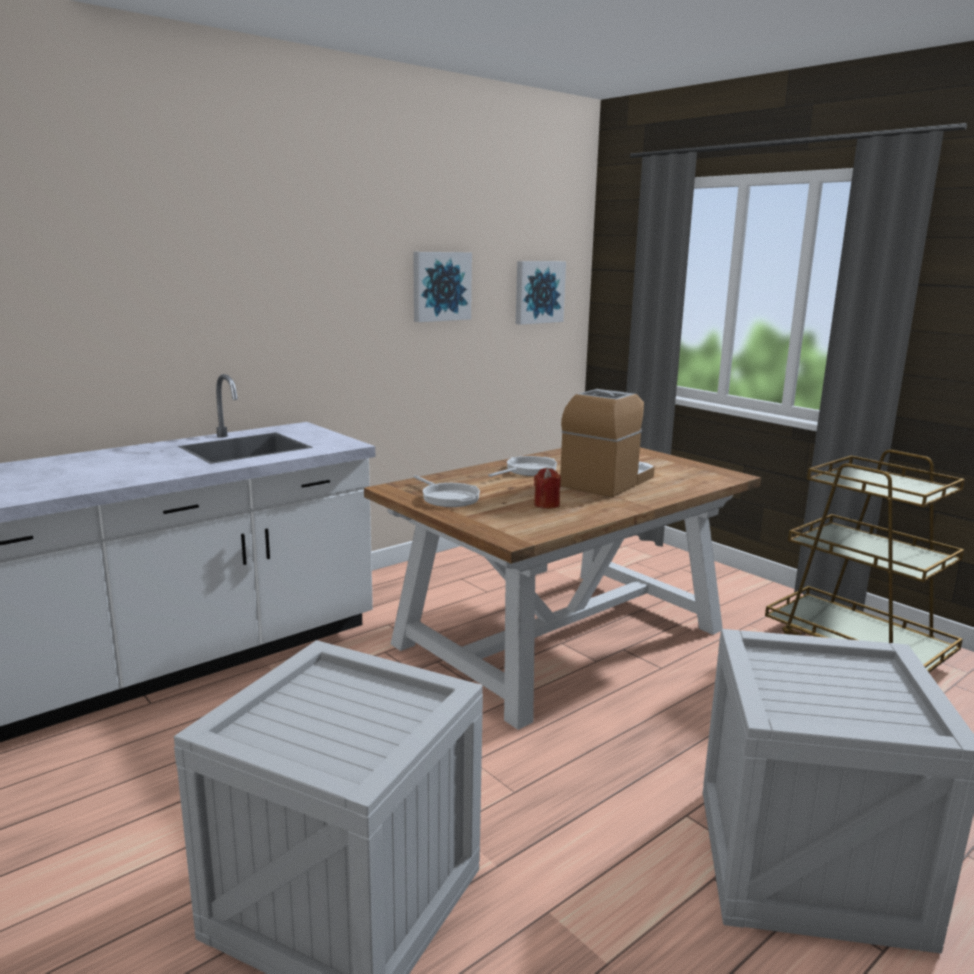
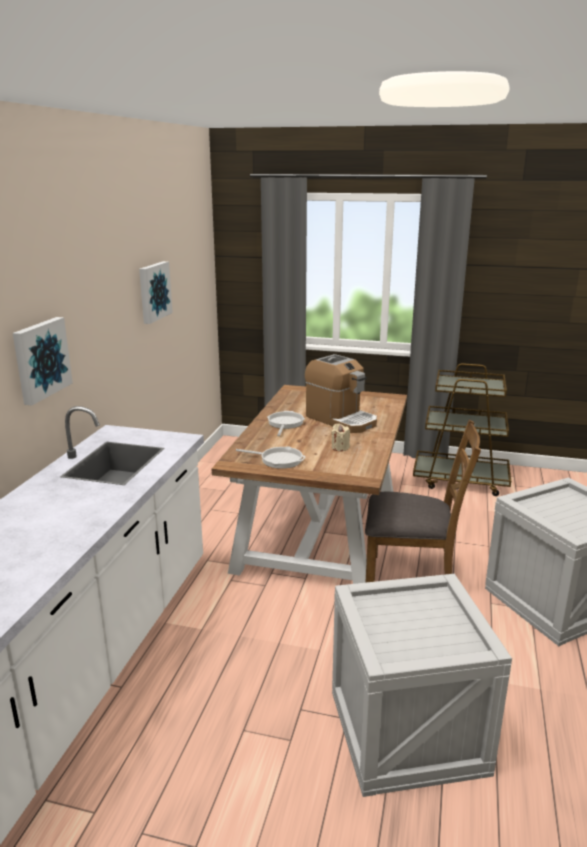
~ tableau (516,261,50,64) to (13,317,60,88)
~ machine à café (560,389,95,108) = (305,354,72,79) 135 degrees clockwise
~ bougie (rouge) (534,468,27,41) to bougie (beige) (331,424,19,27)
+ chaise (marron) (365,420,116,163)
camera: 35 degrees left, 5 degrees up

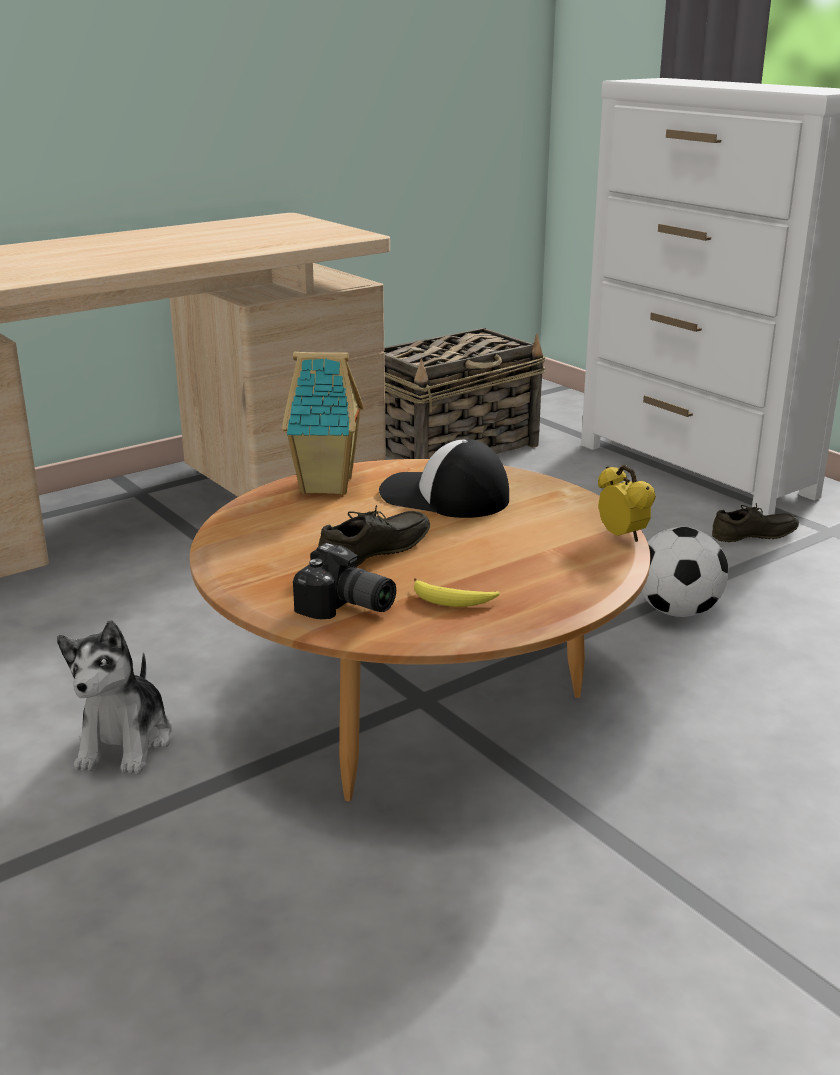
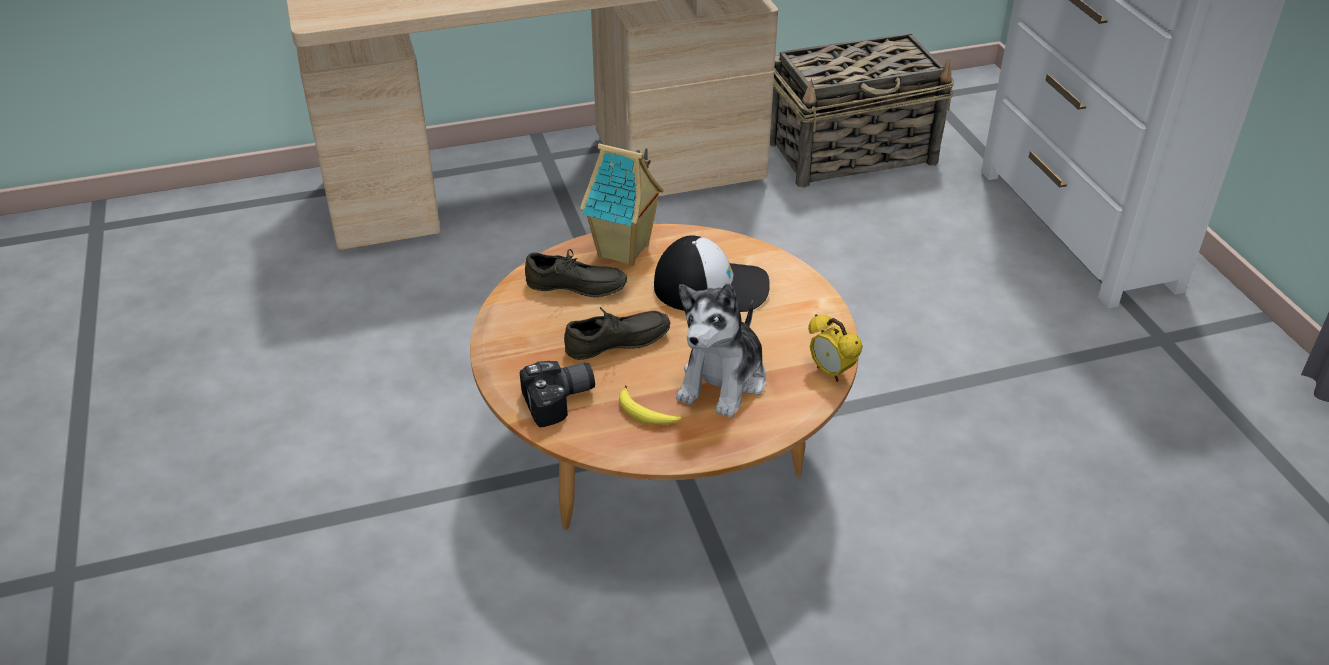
~ appareil photo (293,543,103,76) = (520,361,75,66) 75 degrees counterclockwise
~ chaussure (gris) (712,503,87,39) to (525,249,102,48)
~ casquette (379,439,130,79) = (654,235,116,77) 135 degrees clockwise
~ peluche (57,620,115,154) to (676,283,90,135)
~ réveil (598,465,58,77) = (808,314,55,68) 150 degrees clockwise
- ballon de foot (641,527,87,90)
camera: 20 degrees right, 15 degrees up

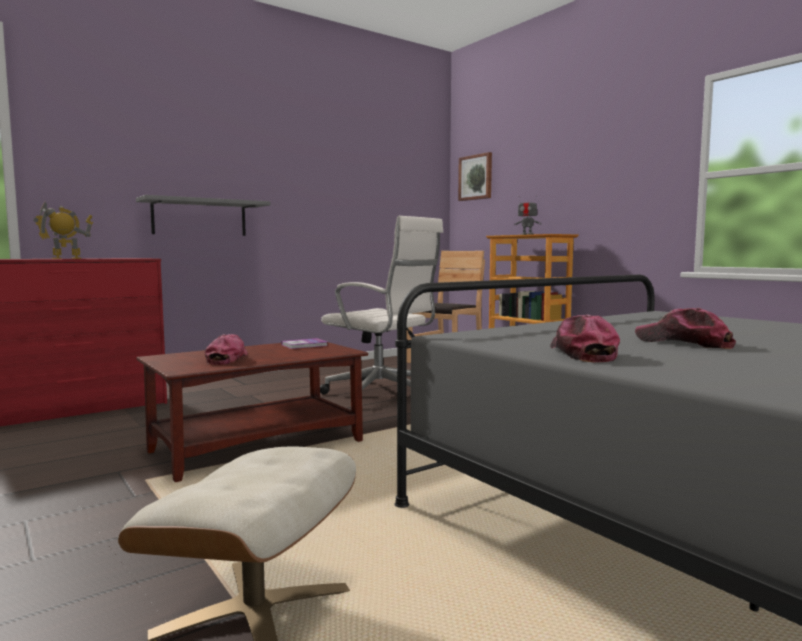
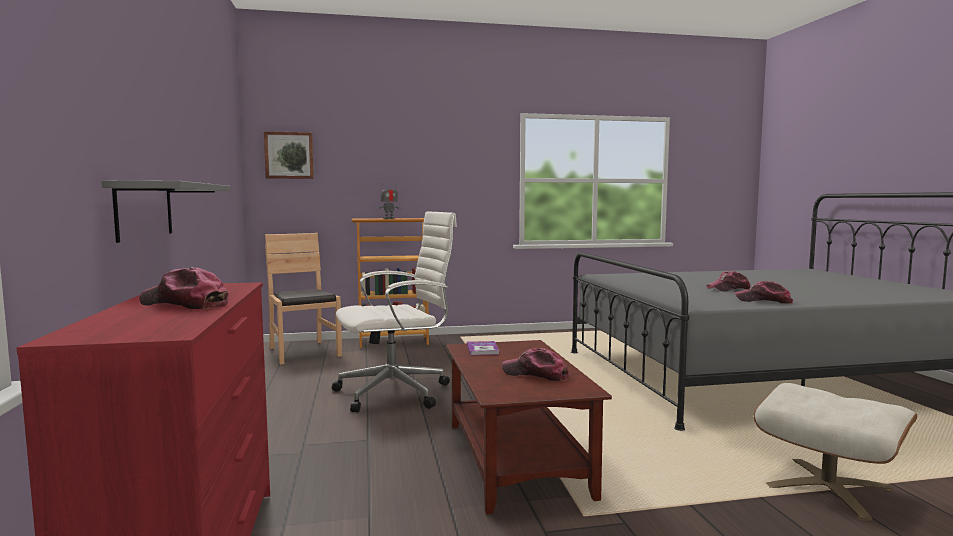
~ robot jouet (34,202,60,57) to casquette (139,267,89,42)
camera: 65 degrees left, 0 degrees up

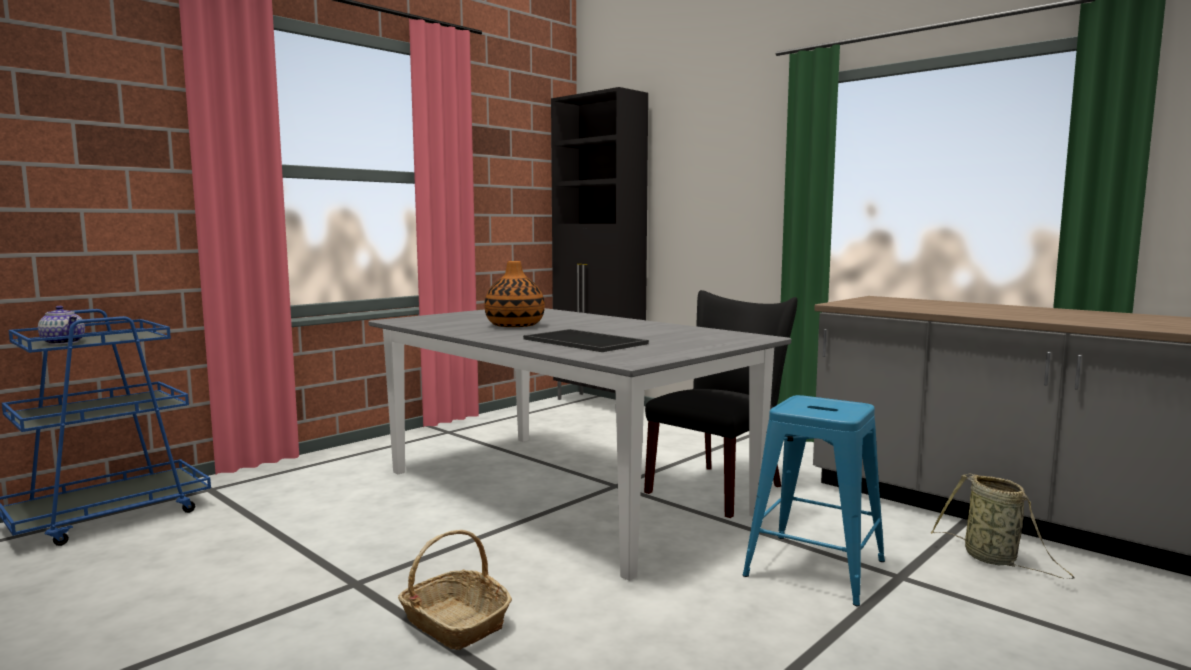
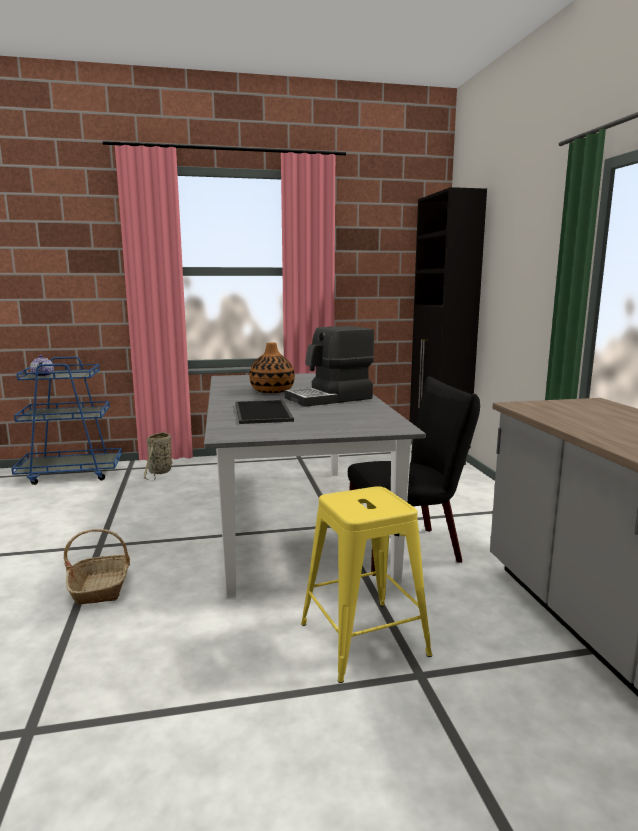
~ panier (931,473,143,106) to (144,431,29,50)
+ machine à café (284,326,90,81)
~ tabouret (bleu) (742,395,143,211) to tabouret (jaune) (301,486,131,197)
camera: 35 degrees right, 5 degrees up

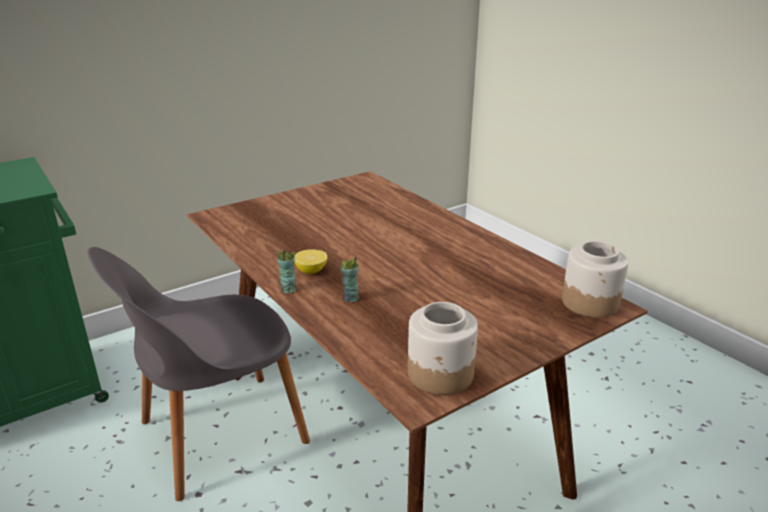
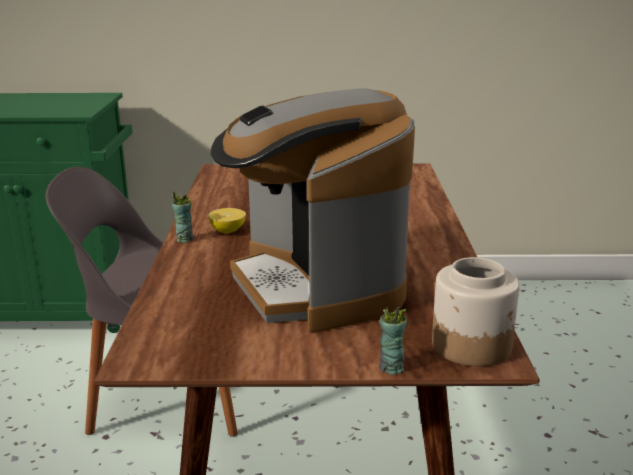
+ machine à café (211,88,204,244)
~ tasse (340,257,19,45) to (379,306,28,69)
- bocal (408,302,70,93)
camera: 35 degrees right, 5 degrees down

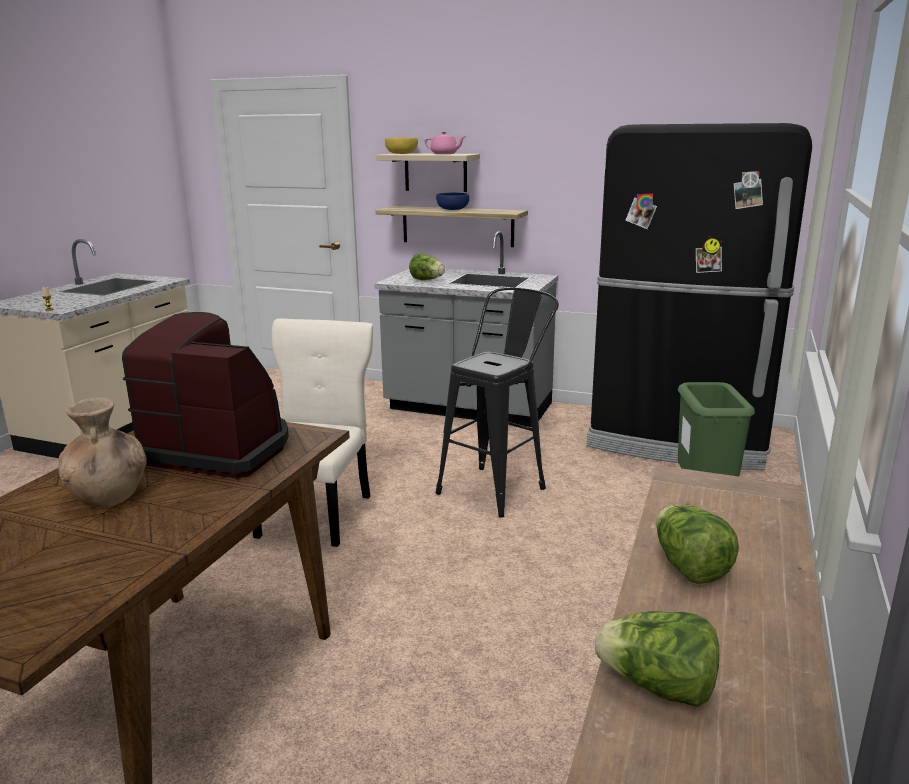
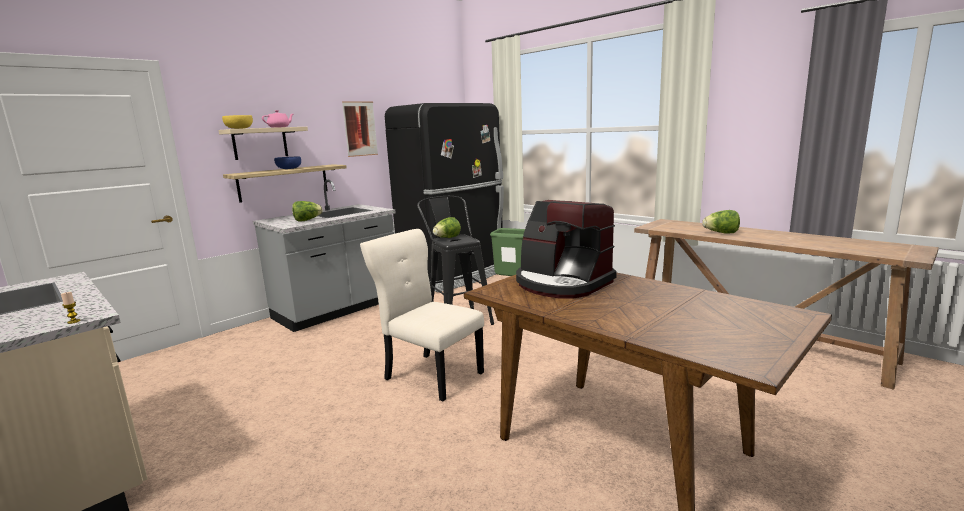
+ tableau (342,101,36,56)
~ laitue (595,611,124,96) to (433,217,28,21)
~ machine à café (122,312,167,167) = (516,200,101,99) 90 degrees counterclockwise
- vase (marron) (58,397,89,111)
camera: 65 degrees left, 5 degrees down

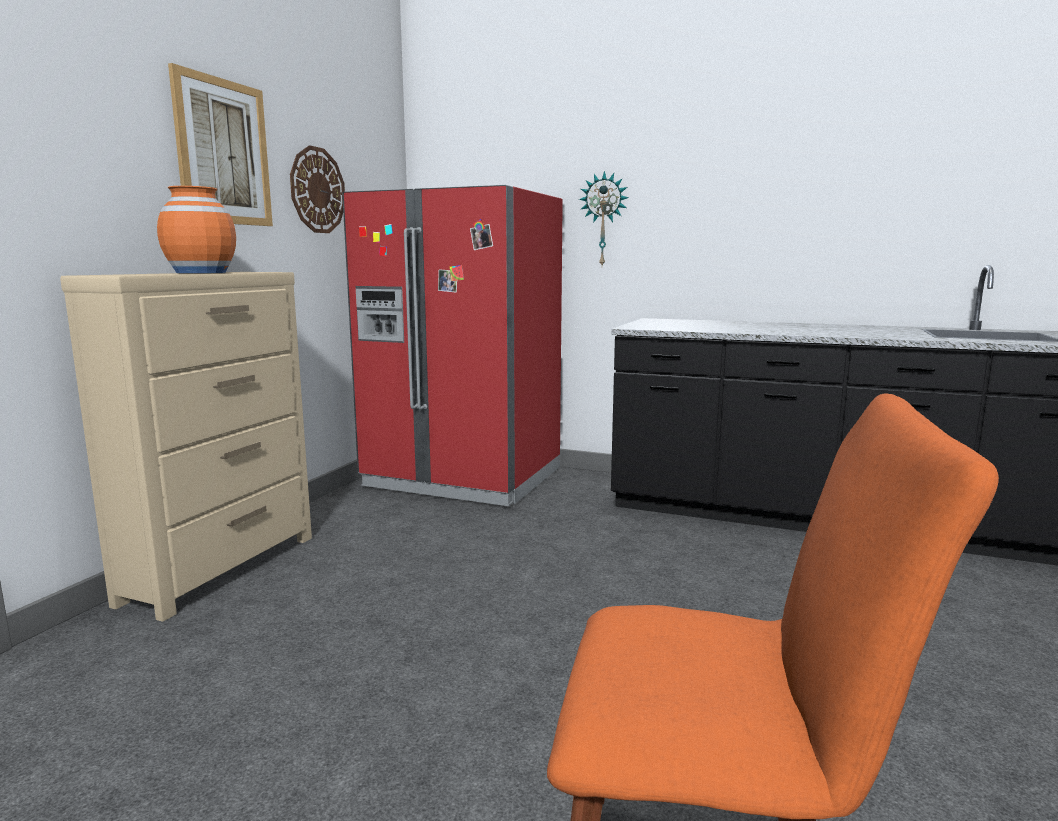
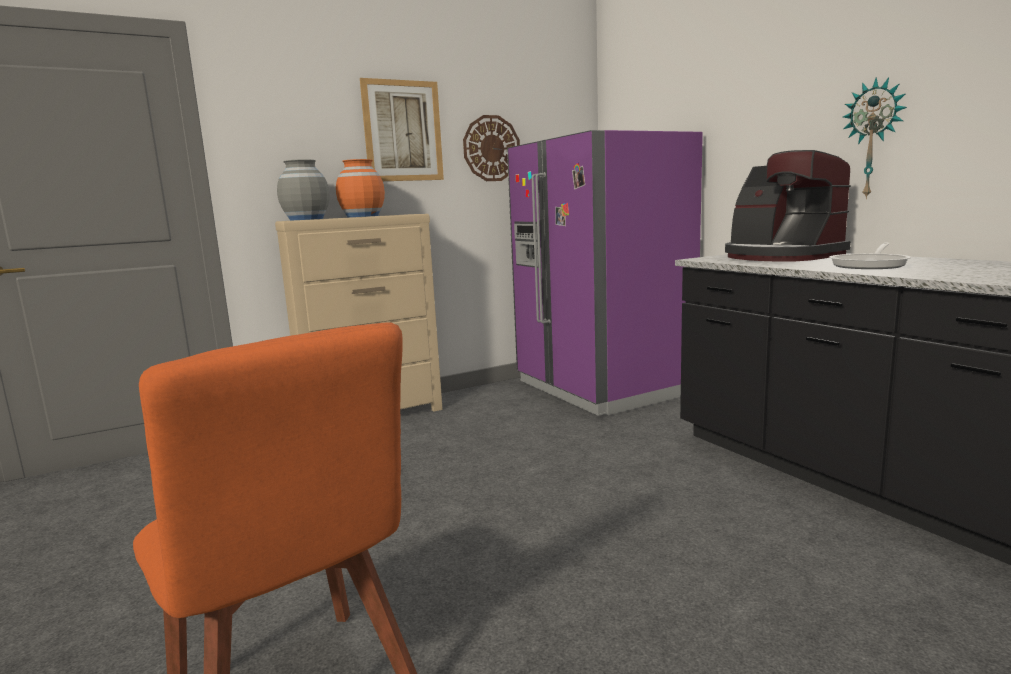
+ vase (gris) (277,159,53,61)
~ réfrigérateur (rouge) (342,185,221,321) to réfrigérateur (violet) (507,130,196,286)
+ machine à café (725,150,126,112)
+ poêle (829,242,82,27)
~ horloge murale (579,171,50,94) to (843,77,64,122)
camera: 40 degrees right, 0 degrees up

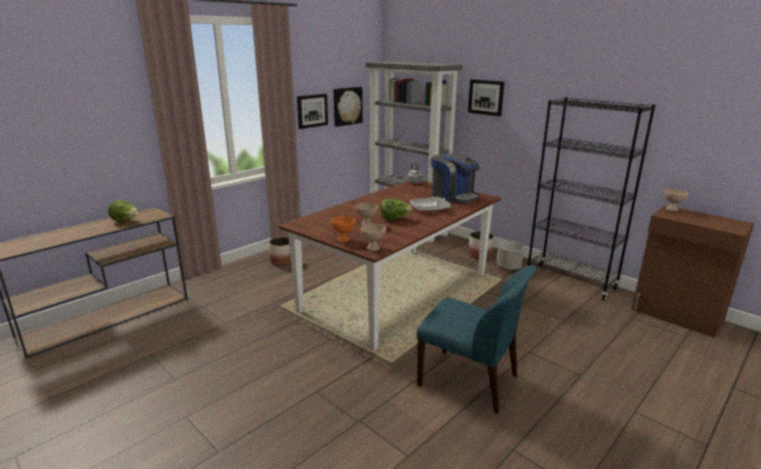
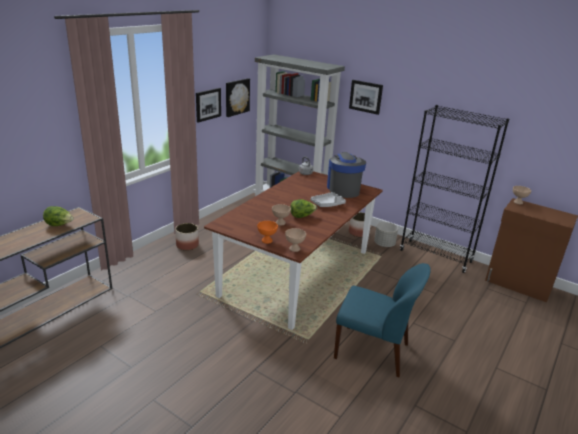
~ machine à café (431,153,49,50) = (327,152,39,46) 135 degrees counterclockwise
camera: 10 degrees left, 5 degrees up

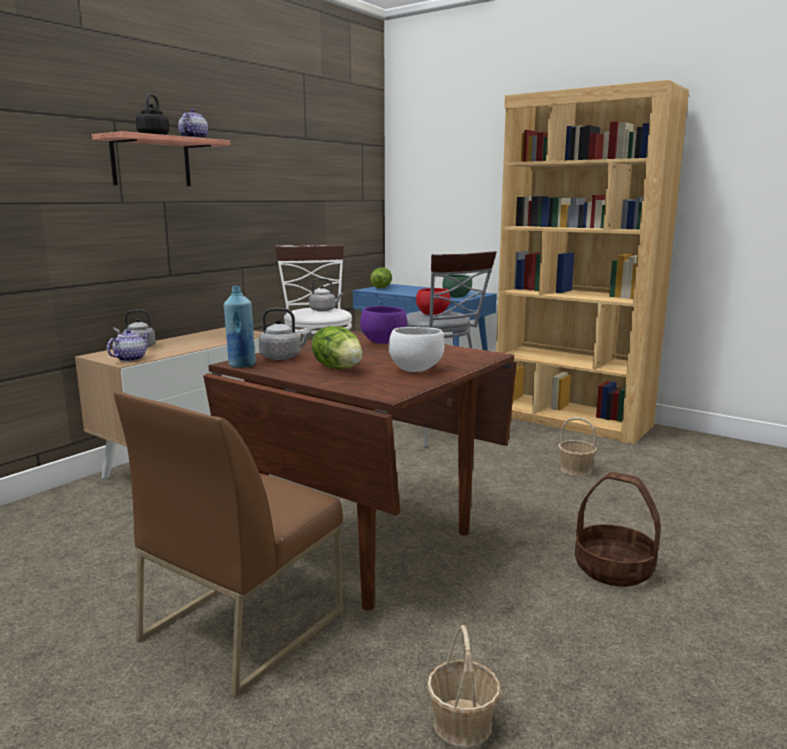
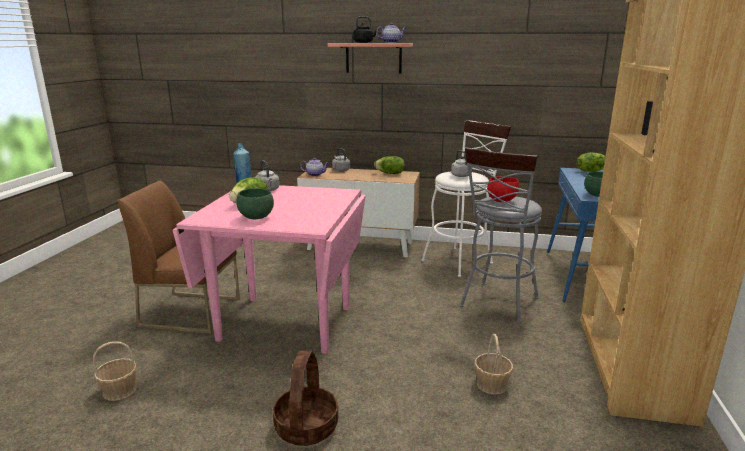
~ table à manger (marron) (203,331,314,280) to table à manger (rose) (172,185,194,169)
~ bol (blanc) (389,327,55,45) to bol (vert) (236,188,38,31)
+ laitue (374,156,31,18)
- bol (violet) (360,306,47,38)
camera: 65 degrees right, 5 degrees up

